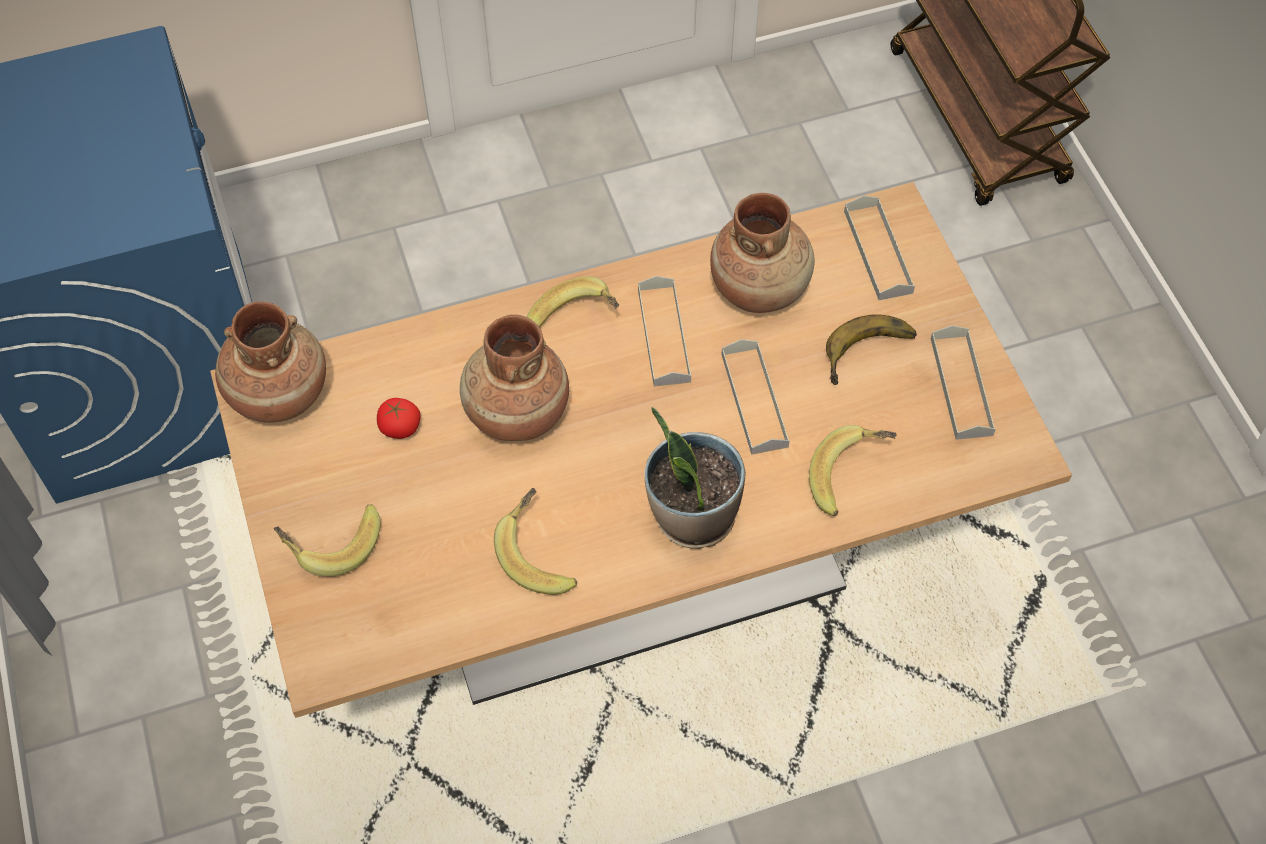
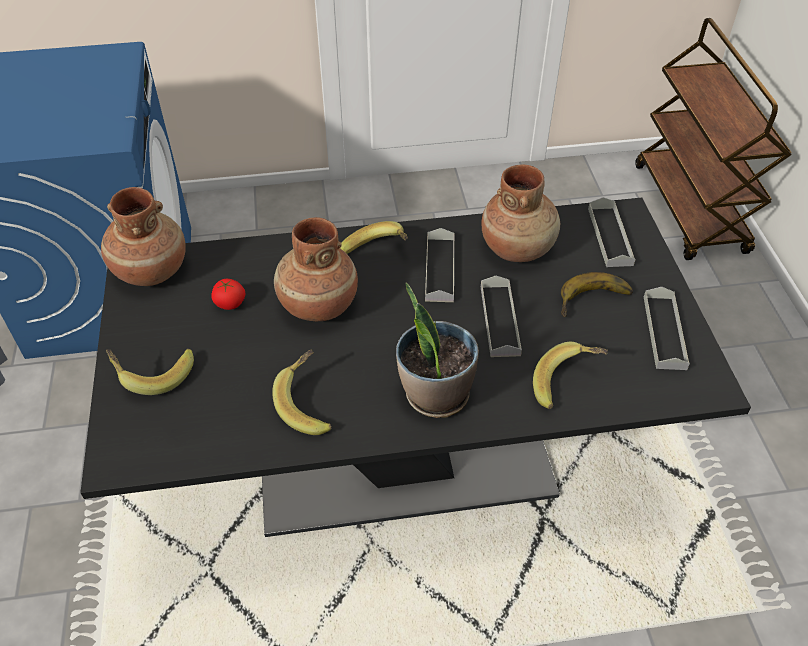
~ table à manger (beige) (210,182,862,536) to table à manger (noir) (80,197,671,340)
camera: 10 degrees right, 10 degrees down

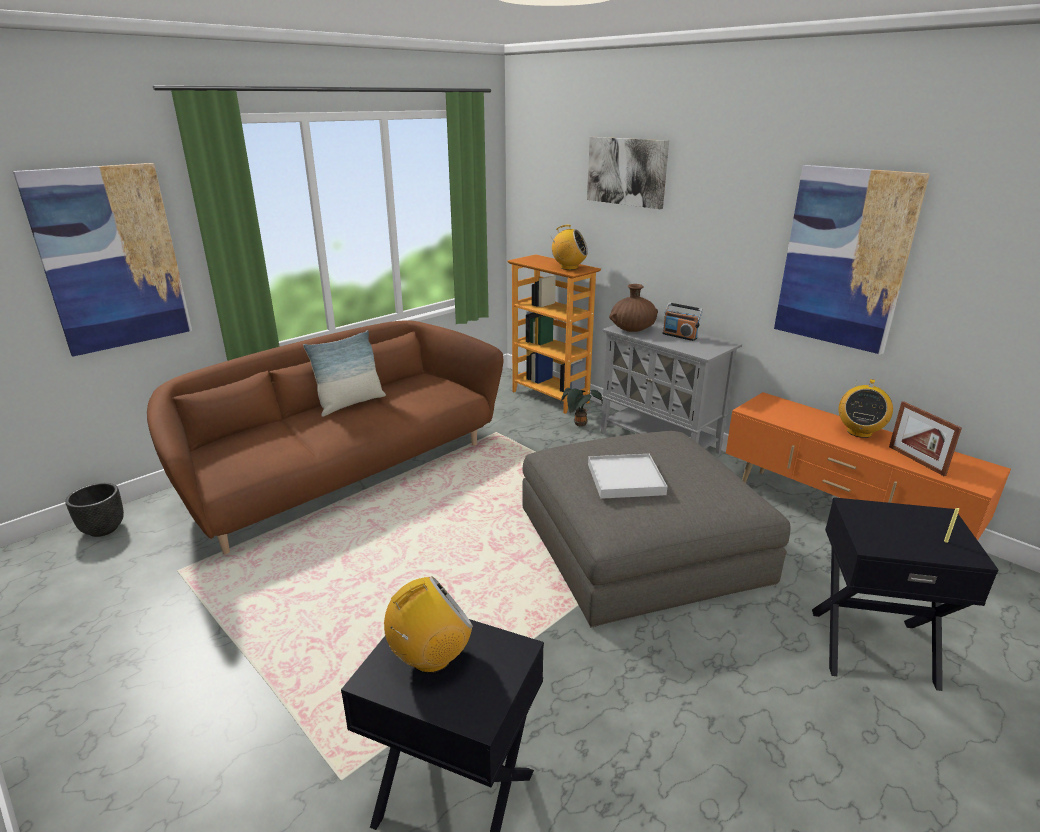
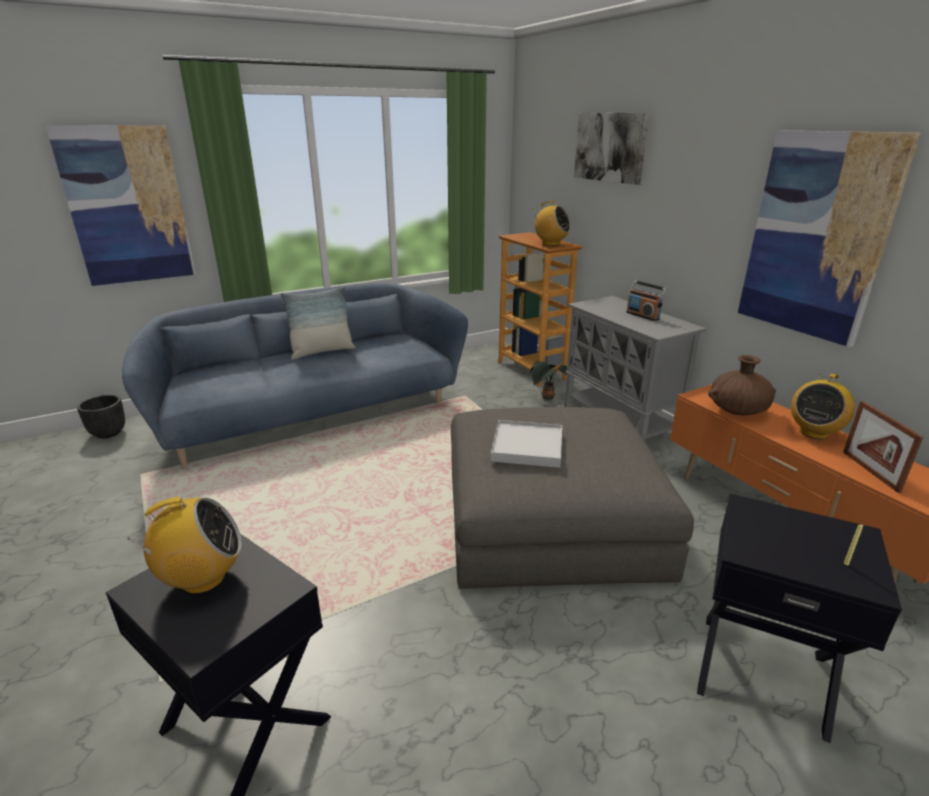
~ canapé (marron) (147,320,357,235) to canapé (bleu) (122,283,346,184)
~ vase (marron) (609,284,49,48) to (708,355,68,60)
camera: 15 degrees right, 0 degrees up

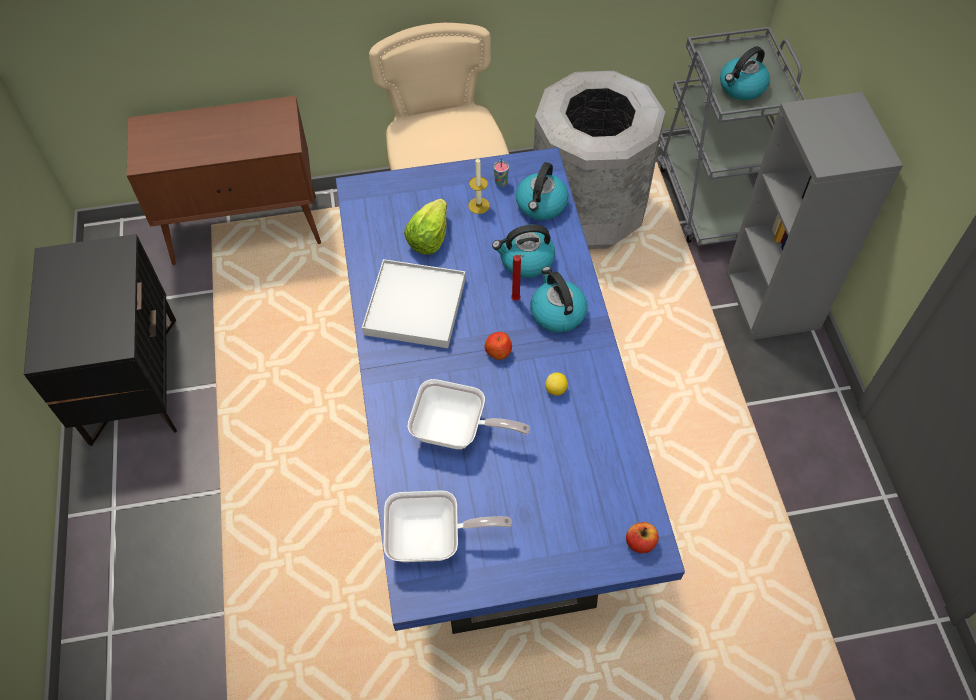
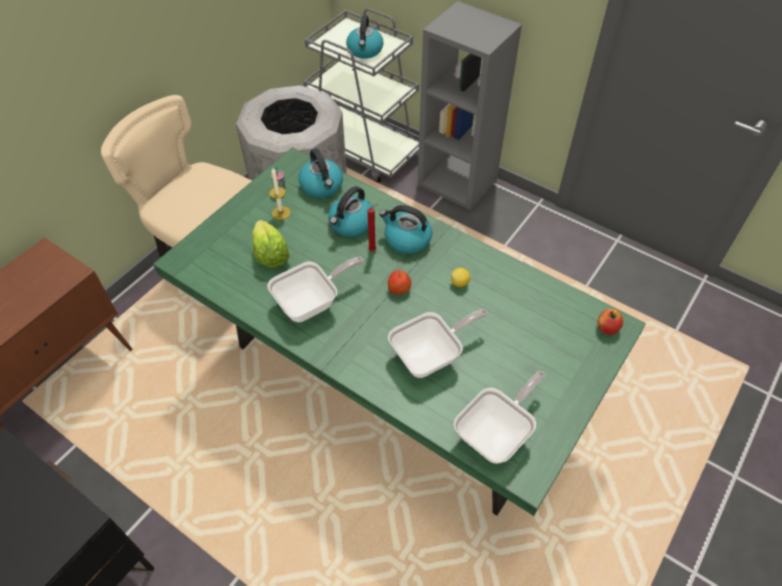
~ table à manger (bleu) (336,147,349,487) to table à manger (vert) (153,147,493,369)
~ plateau (blanc) (362,259,103,89) to poêle (267,257,97,65)
camera: 45 degrees left, 5 degrees down

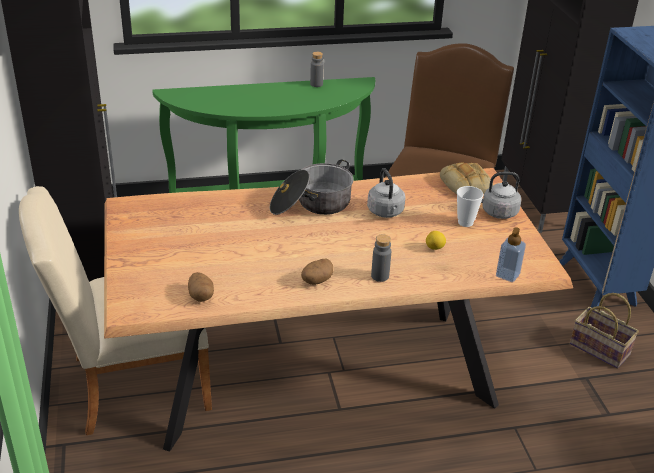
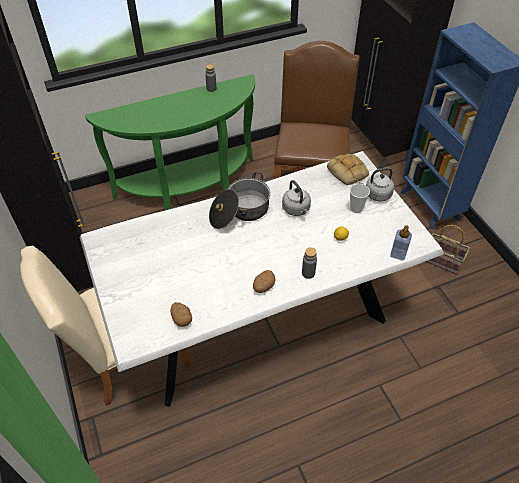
~ table à manger (marron) (104,168,469,284) to table à manger (blanc) (80,151,364,256)
camera: 10 degrees left, 15 degrees up

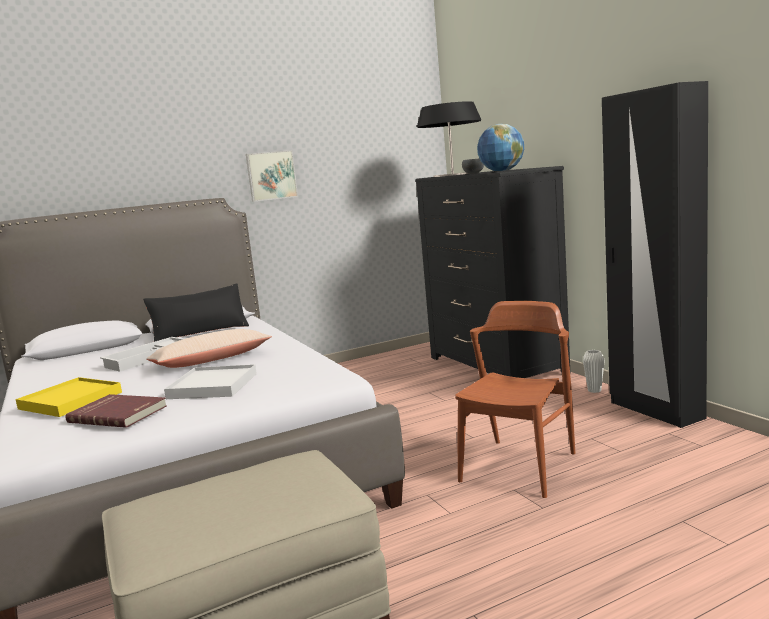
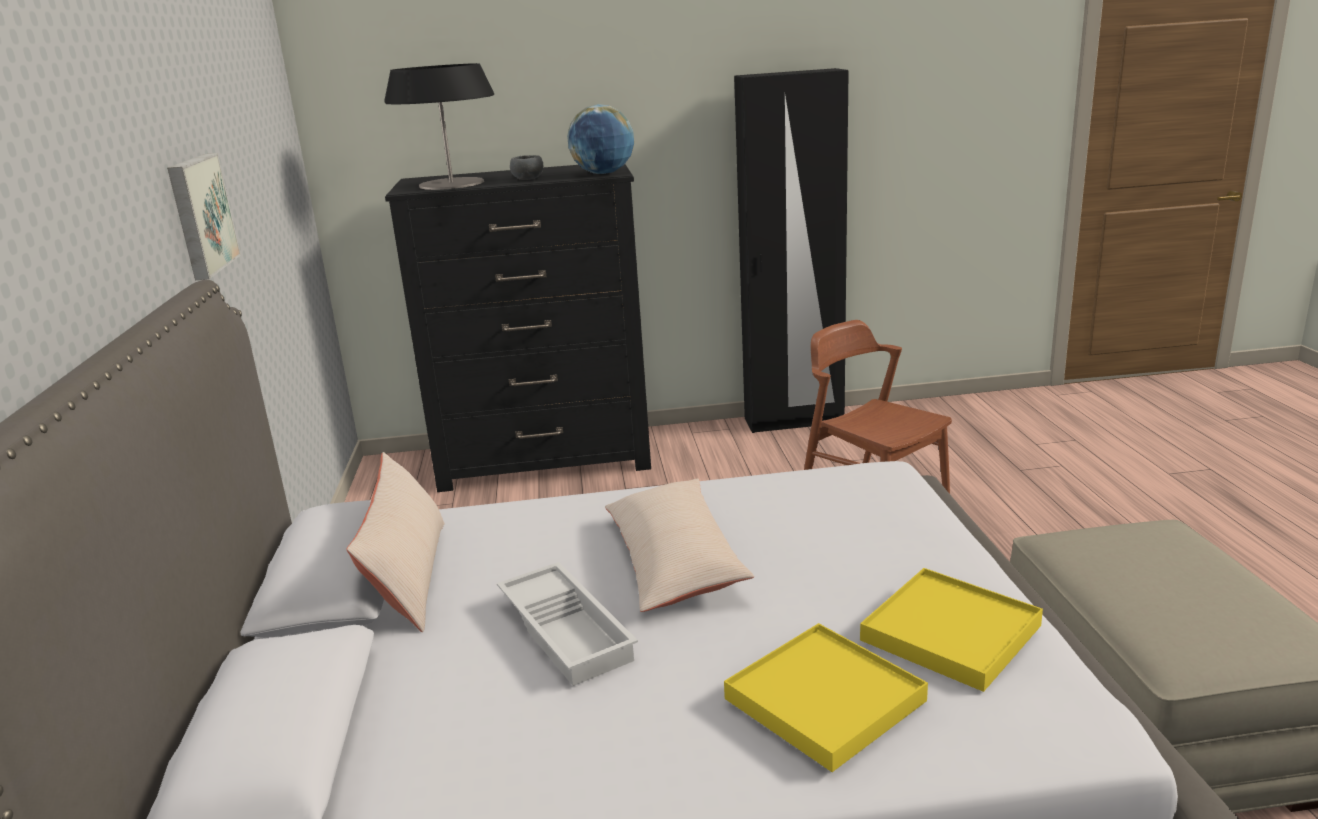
~ coussin (noir) (143,283,106,59) to coussin (beige) (346,452,98,180)
~ livre (rouge) (66,394,101,34) to plateau (jaune) (860,568,183,124)
- plateau (blanc) (164,364,93,35)
- vase (blanc) (583,350,22,43)
camera: 70 degrees left, 10 degrees up

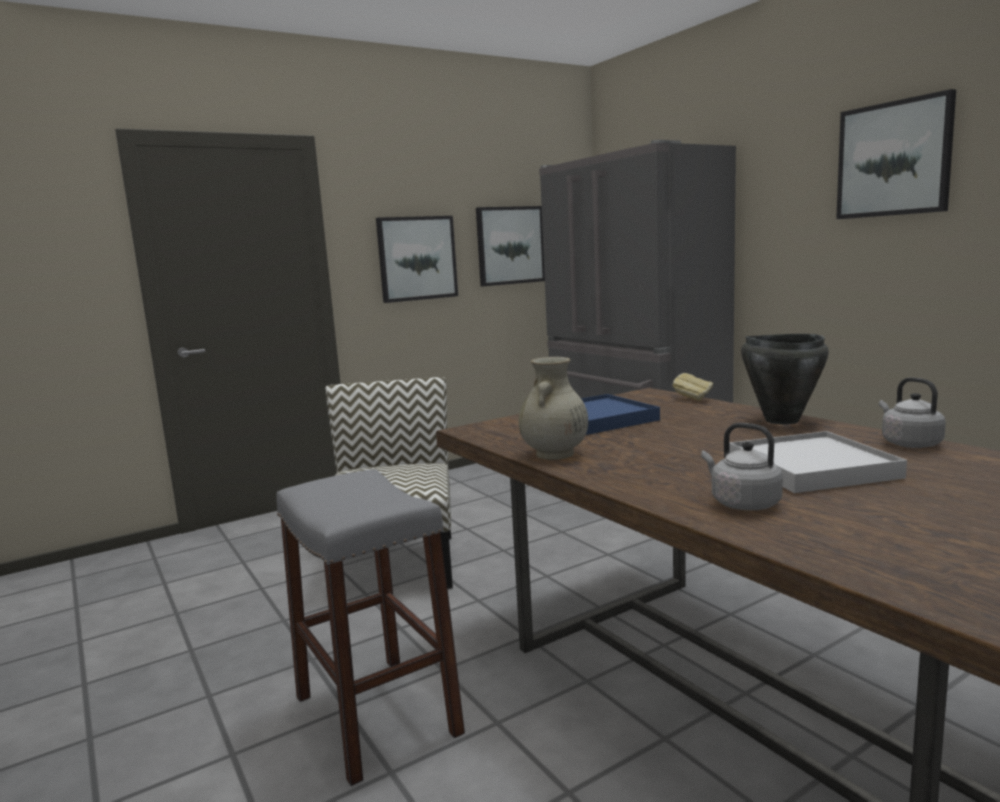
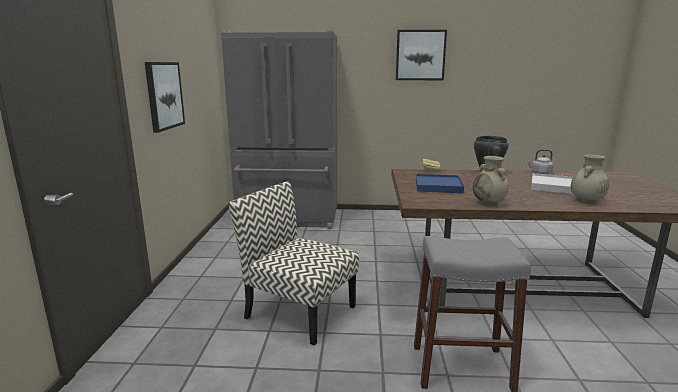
~ bouilloire (gris) (701,423,82,87) to vase (beige) (571,154,38,50)
- tableau (476,206,69,80)
camera: 55 degrees left, 5 degrees up

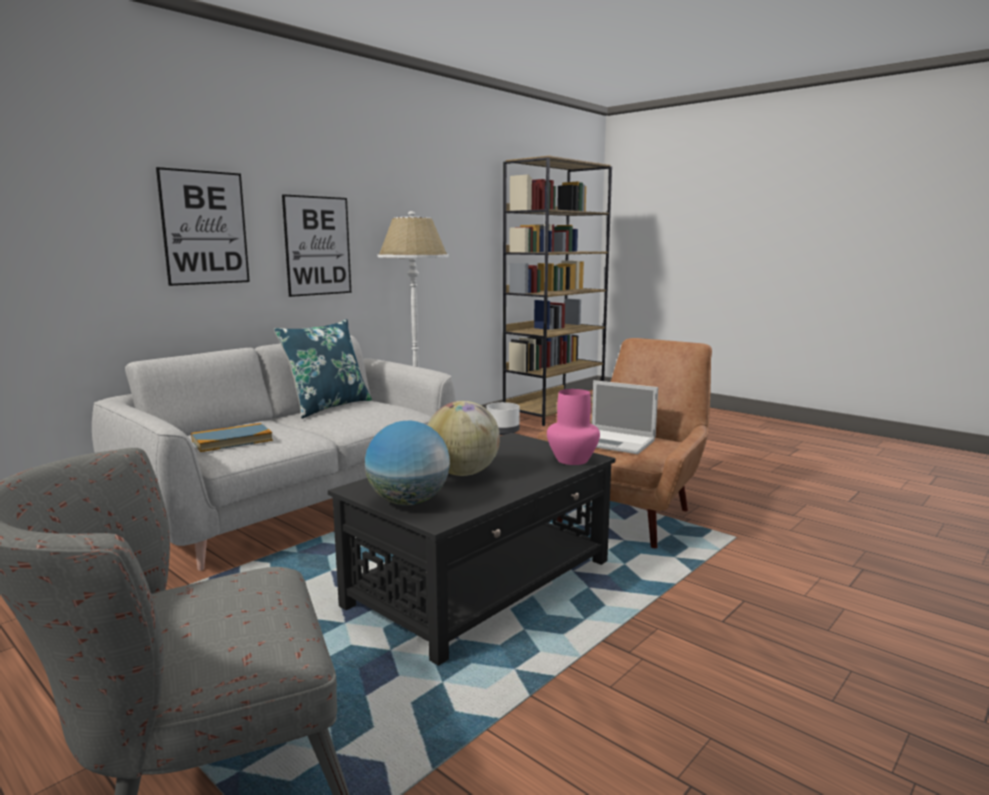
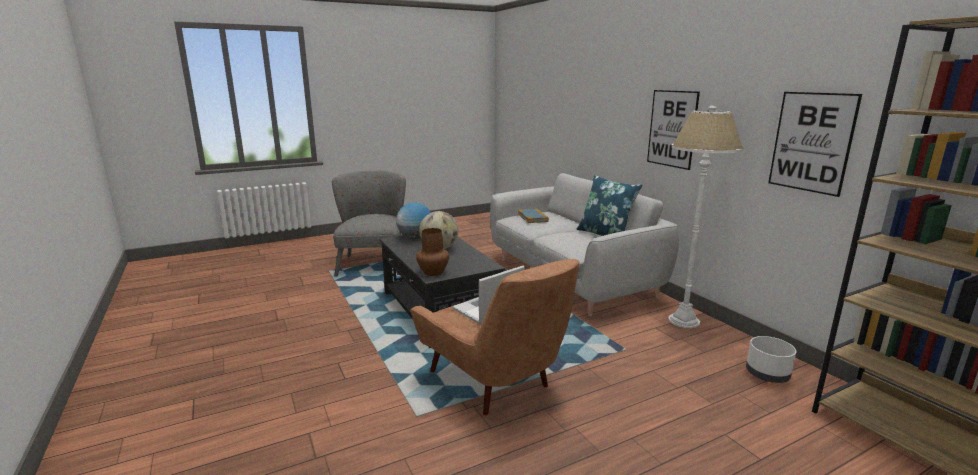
~ vase (rose) (547,389,53,76) to vase (marron) (416,228,33,48)
~ tableau (156,167,94,119) to (768,92,94,105)
camera: 110 degrees right, 5 degrees up

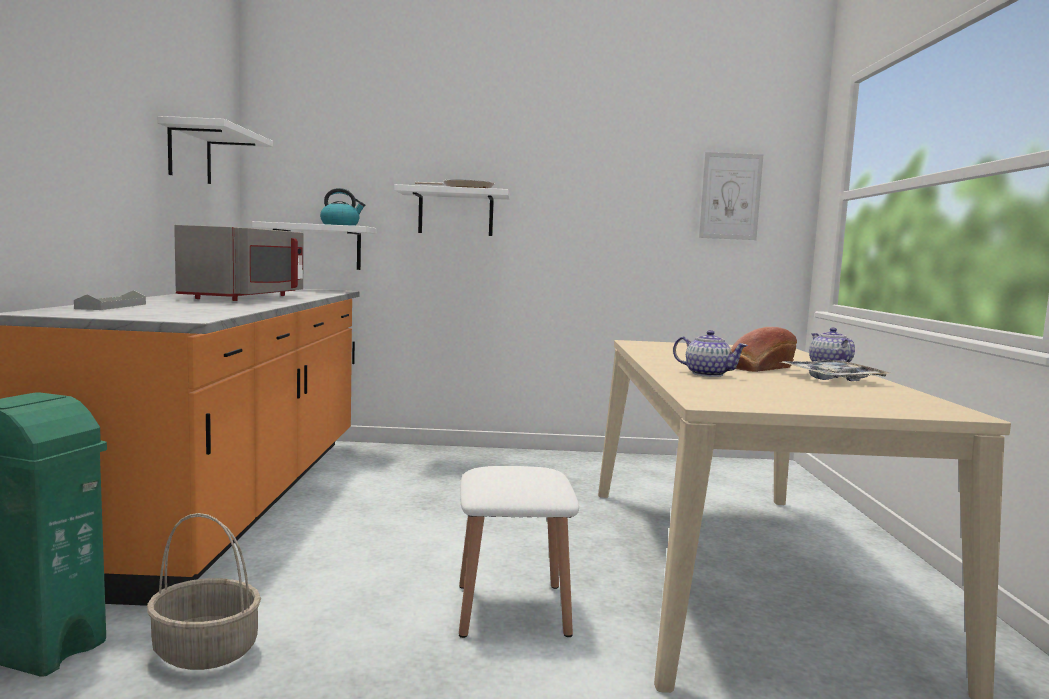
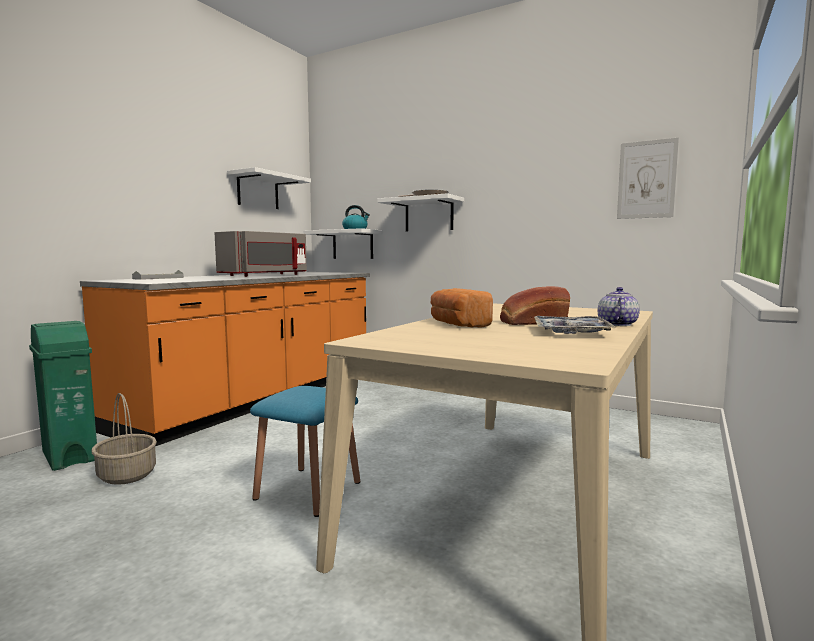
~ tabouret (blanc) (459,466,120,172) to tabouret (bleu) (250,386,110,131)
~ théière (673,330,75,47) to pain (431,288,62,40)
camera: 30 degrees right, 0 degrees up

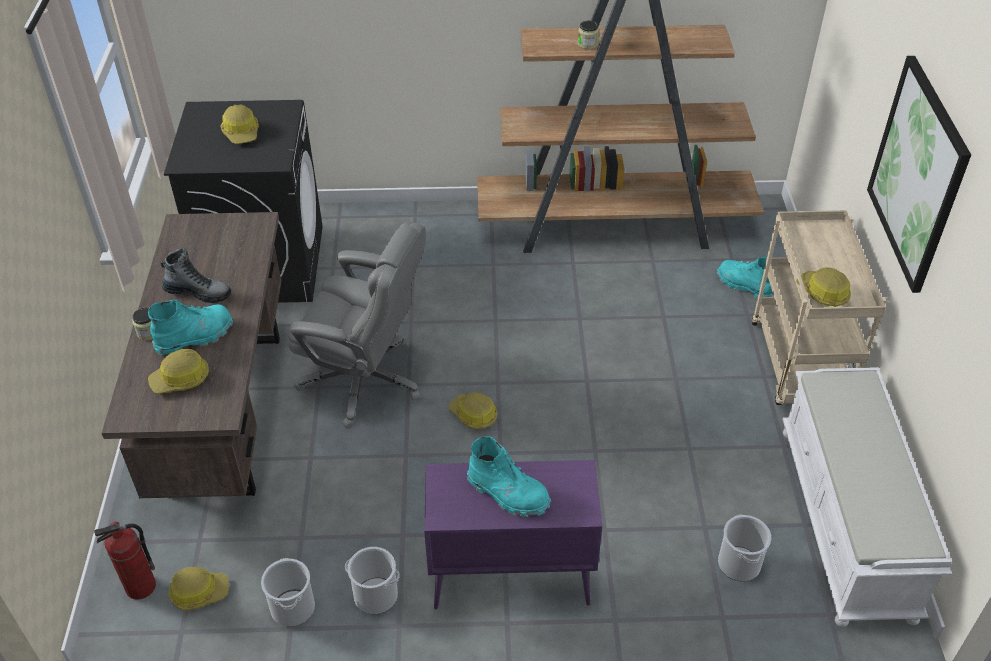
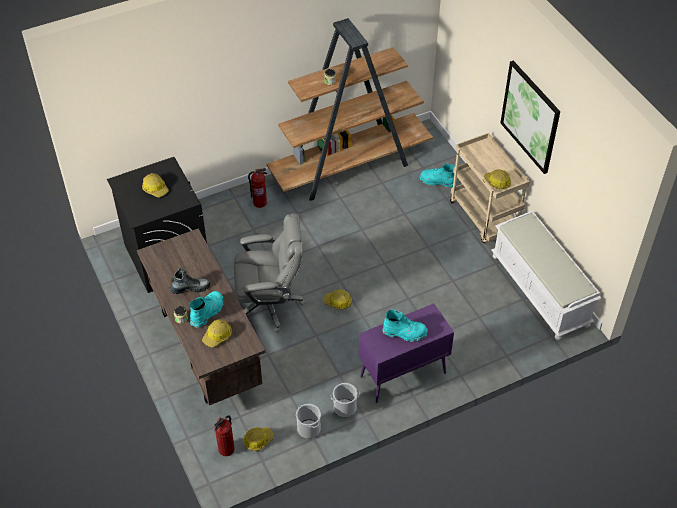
+ extincteur (248,168,19,40)
- seau (718,515,53,66)
camera: 25 degrees left, 5 degrees up

